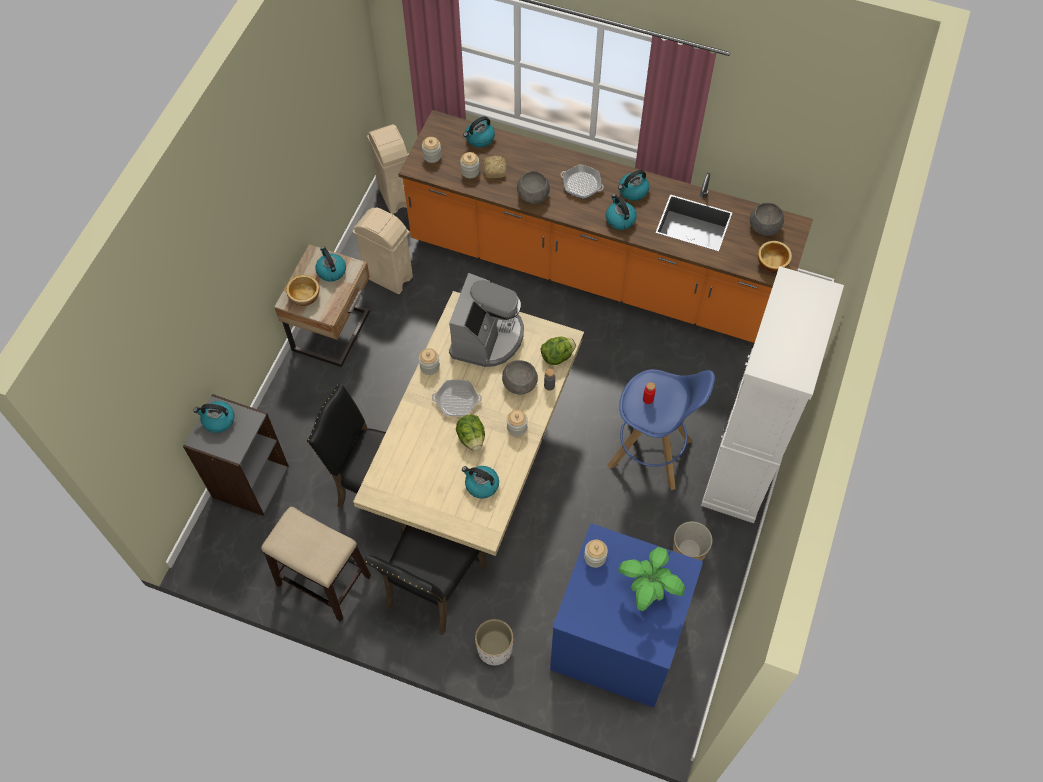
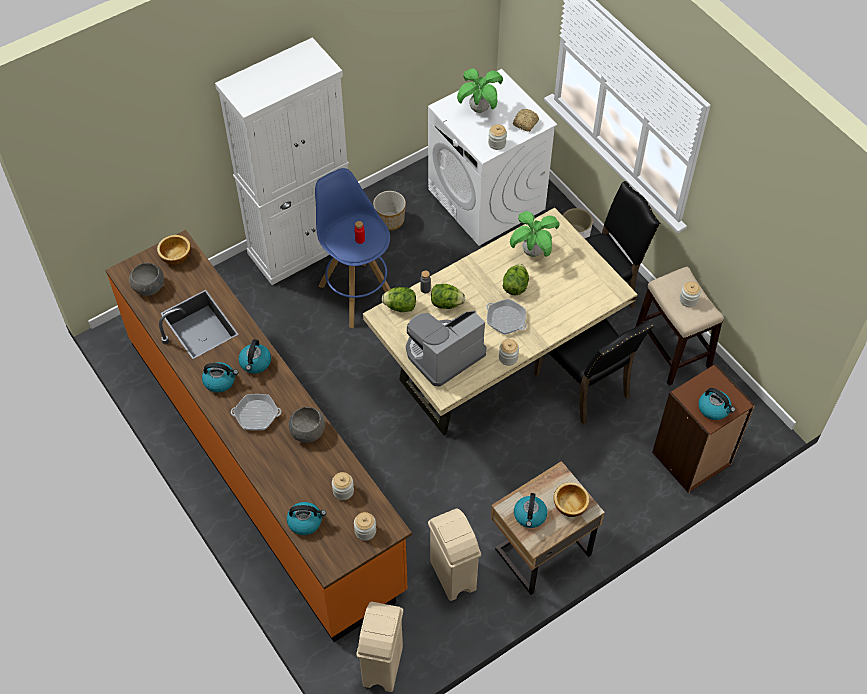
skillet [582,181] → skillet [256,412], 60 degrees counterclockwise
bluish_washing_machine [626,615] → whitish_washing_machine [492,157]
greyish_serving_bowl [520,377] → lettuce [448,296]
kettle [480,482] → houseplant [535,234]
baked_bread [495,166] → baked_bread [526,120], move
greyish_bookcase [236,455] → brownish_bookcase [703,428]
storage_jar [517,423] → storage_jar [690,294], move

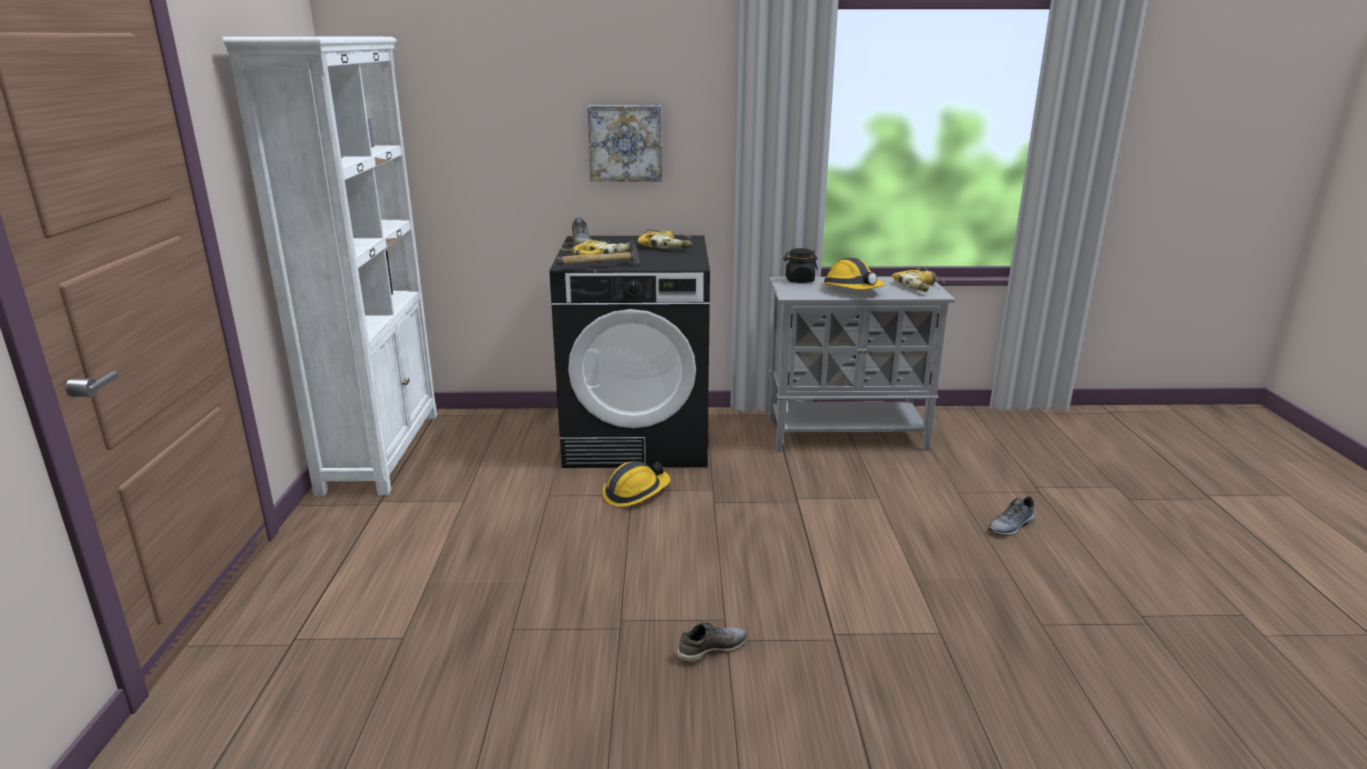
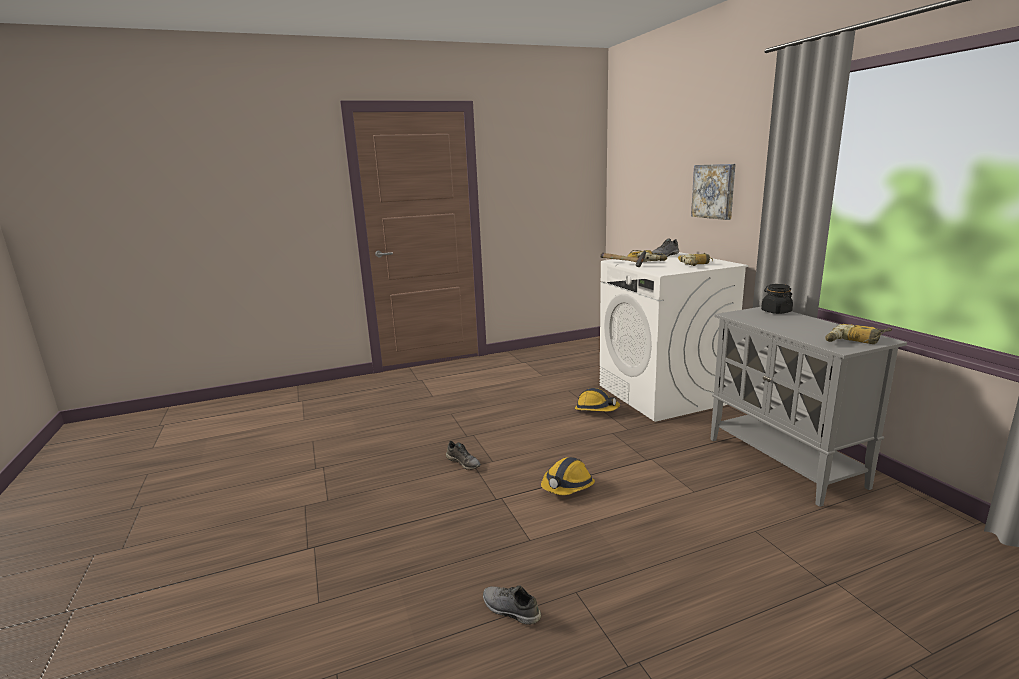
greyish_shoe [1011,516] → greyish_shoe [512,605], move
hard_hat [853,274] → hard_hat [568,476], move
blackish_washing_machine [629,351] → whitish_washing_machine [674,337]
whitish_bookcase [330,266] → -

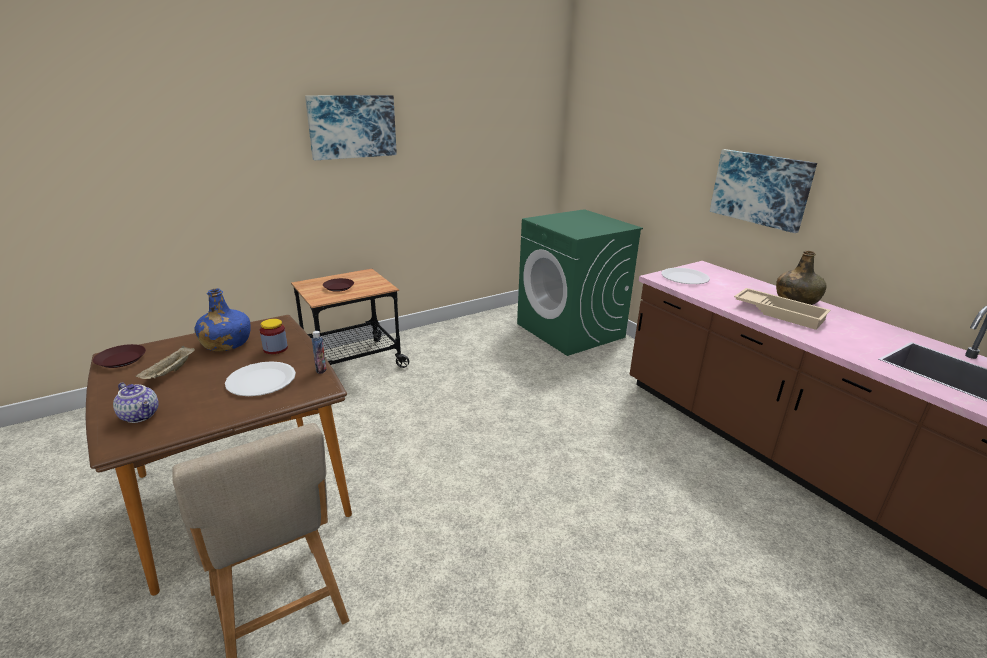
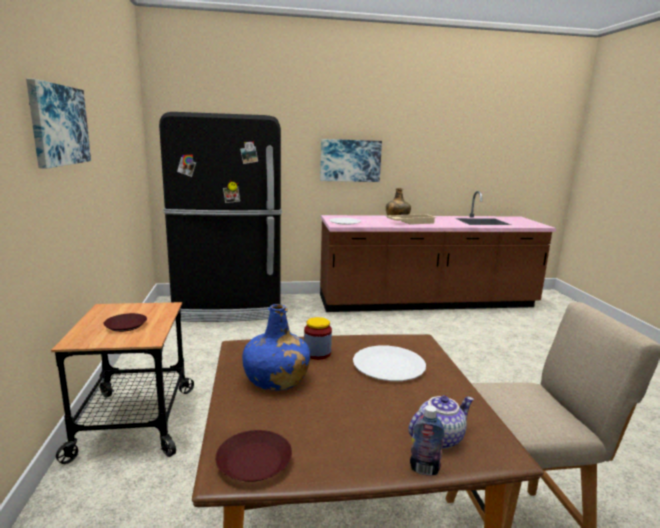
green-coloured_washing_machine [580,282] → blackish_kitchen_fridge [220,217]
beverage_bottle [319,352] → beverage_bottle [427,440], move
beige_serving_tray [165,362] → -

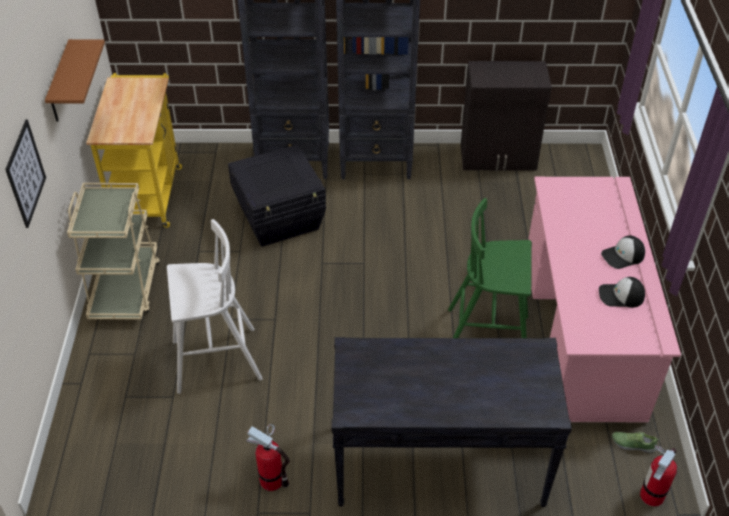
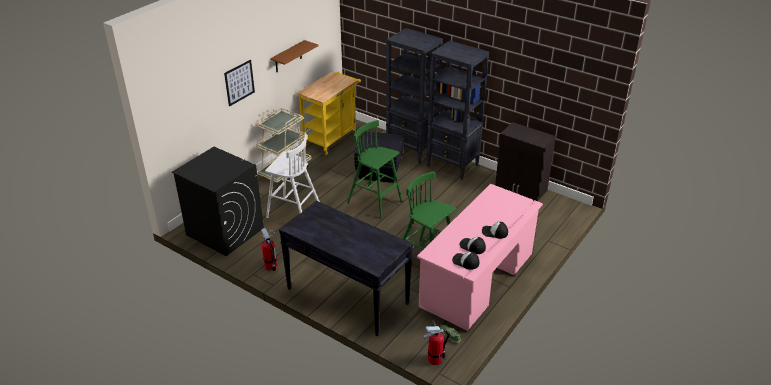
- → blackish_washing_machine [218,201]
- → green-coloured_sitting_stool [375,169]
- → peaked_cap [465,260]

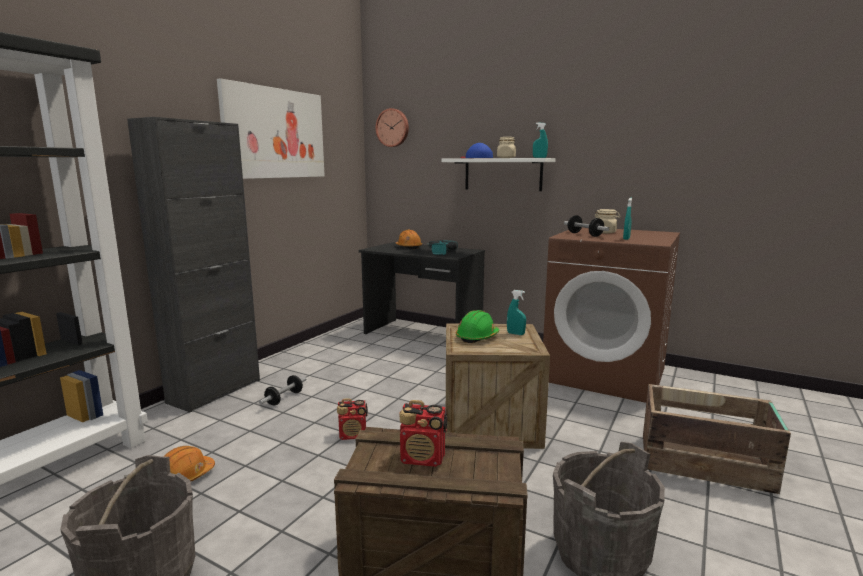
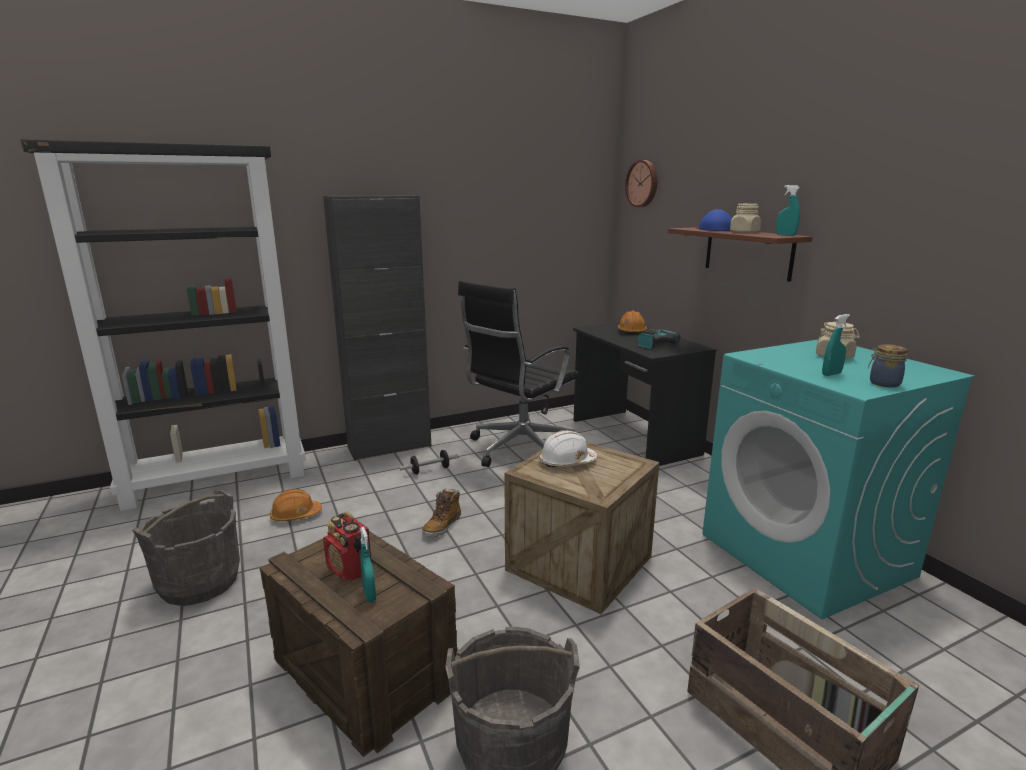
blue-green_spray_bottle [516,312] → blue-green_spray_bottle [368,564], move
radio [352,419] → high-top_boot [441,513]
- → blackish_office_chair [519,373]
green-coloured_hard_hat [477,326] → whitish_hard_hat [568,448]
whitish_bracket_shelf [498,174] → brownish_bracket_shelf [740,254]
brownish_washing_machine [611,315] → blue-green_washing_machine [838,480]
- → storage_jar [888,366]
picture [271,128] → -
free_weight [586,226] → -

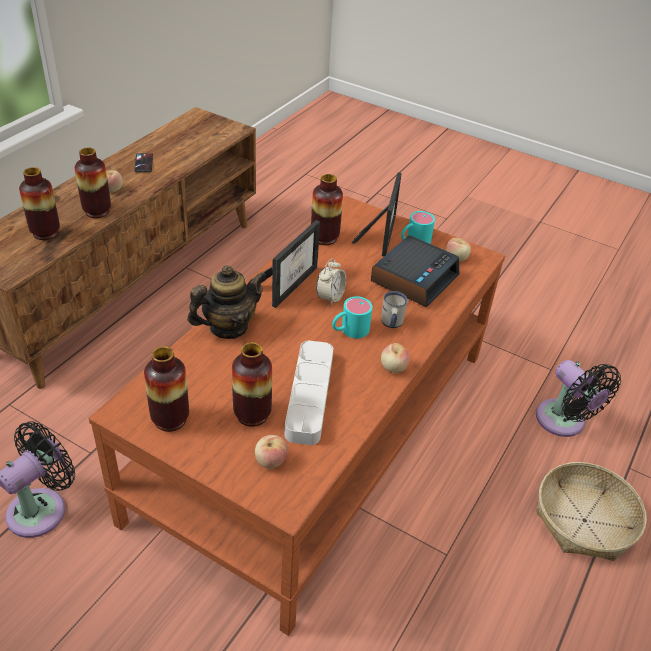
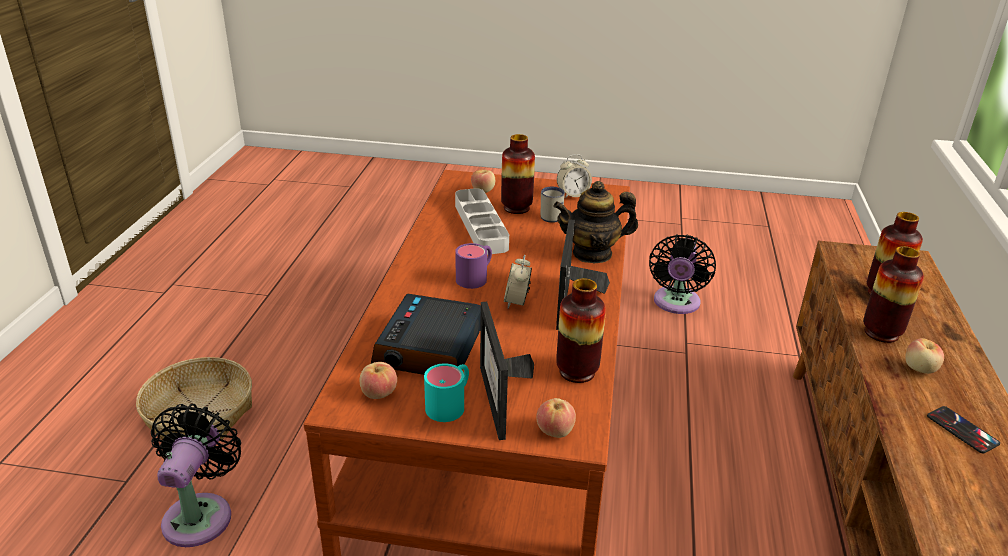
blackish_cooling_fan [578,398] → blackish_cooling_fan [196,475], 60 degrees clockwise
blue-green_tea_mug [352,317] → purplish_tea_mug [473,266]
apple [395,358] → apple [556,418], move
whitish_tea_mug [394,309] → whitish_tea_mug [553,205], move
pot_for_tea [226,302] → pot_for_tea [595,222], 45 degrees clockwise
decorative_vase [166,389] → alarm_clock [574,176]

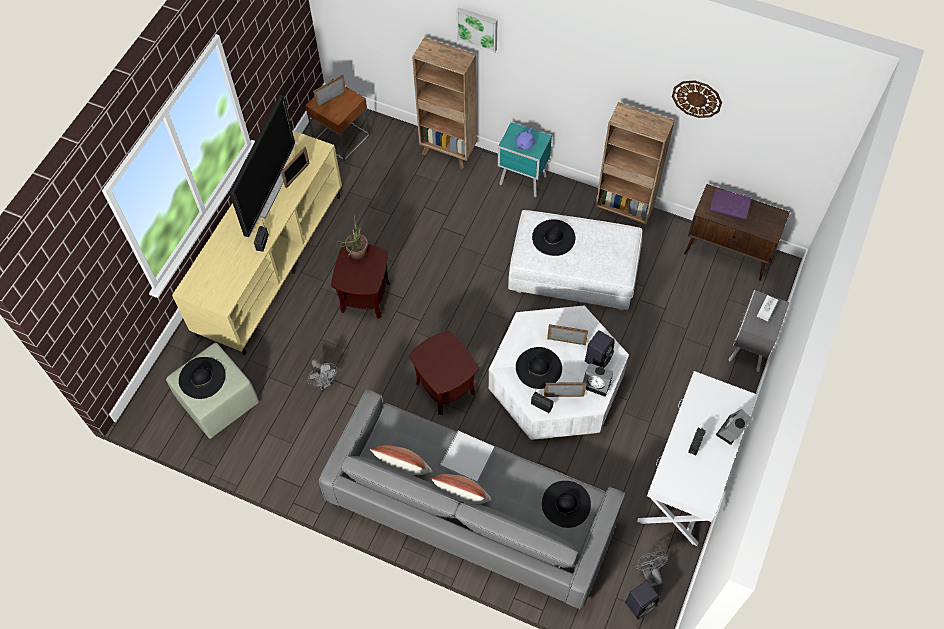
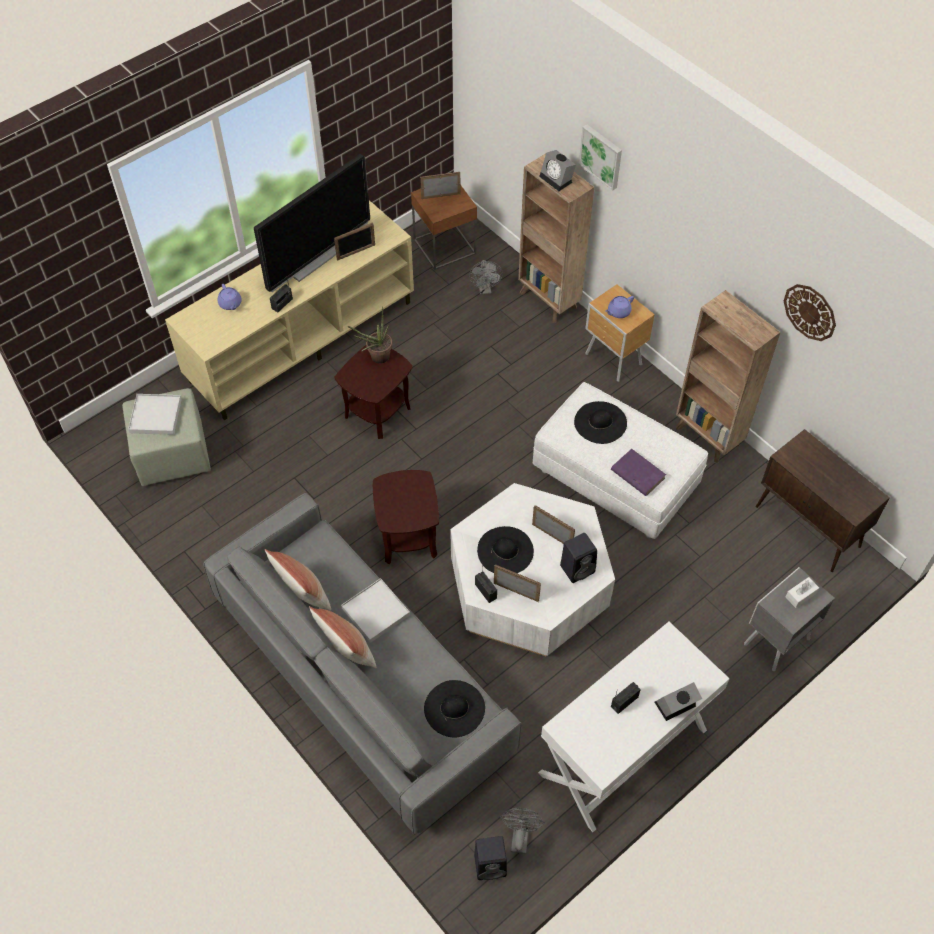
blackish_wearable_hat [202,378] → whitish_serving_tray [155,414]
- → purplish_pot_for_tea [229,297]
greyish_cooling_fan [322,374] → greyish_cooling_fan [486,277], move
alarm_clock [598,380] → alarm_clock [557,170], move
blue-green_nightstand [525,159] → brownish_nightstand [620,333]
purplish_bound_book [730,204] → purplish_bound_book [638,472], move

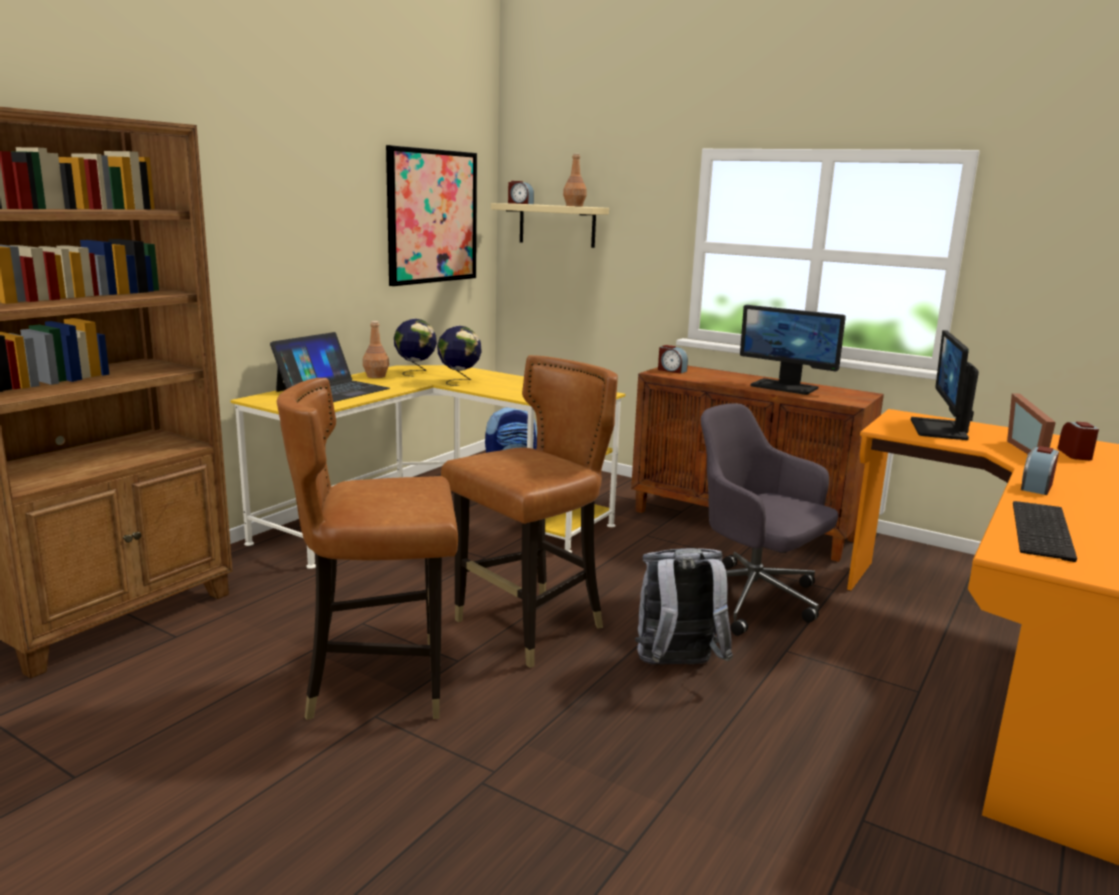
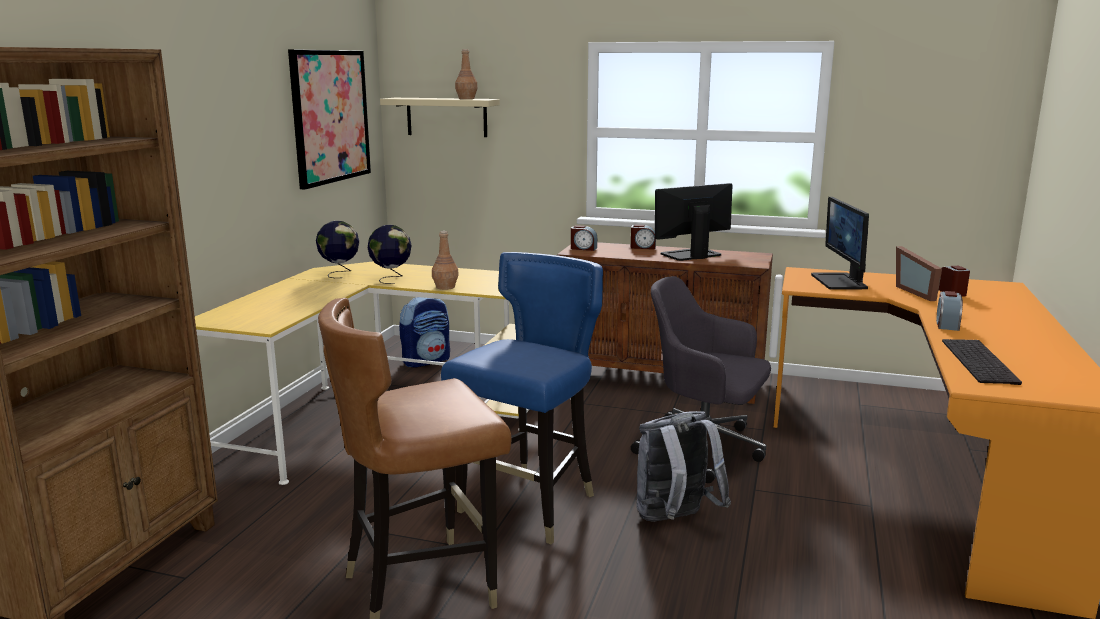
brownish_beverage_bottle [376,349] → brownish_beverage_bottle [445,260], move
brownish_chair [529,511] → bluish_chair [522,398]
alarm_clock [521,192] → alarm_clock [643,237], move
monitor [793,350] → monitor [693,222], 135 degrees clockwise
portable_computer [330,367] → -

